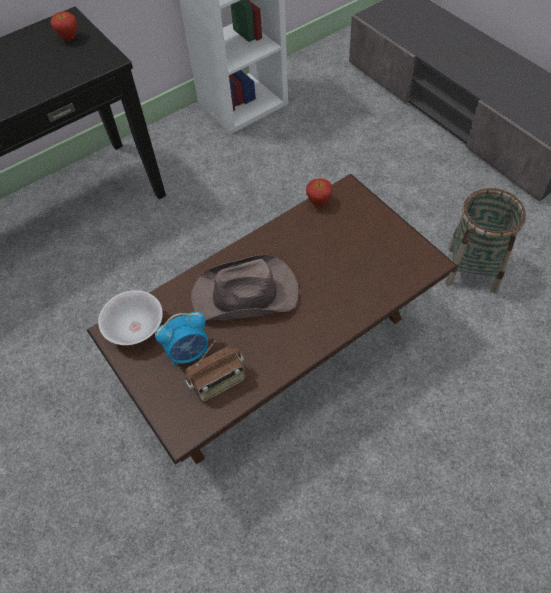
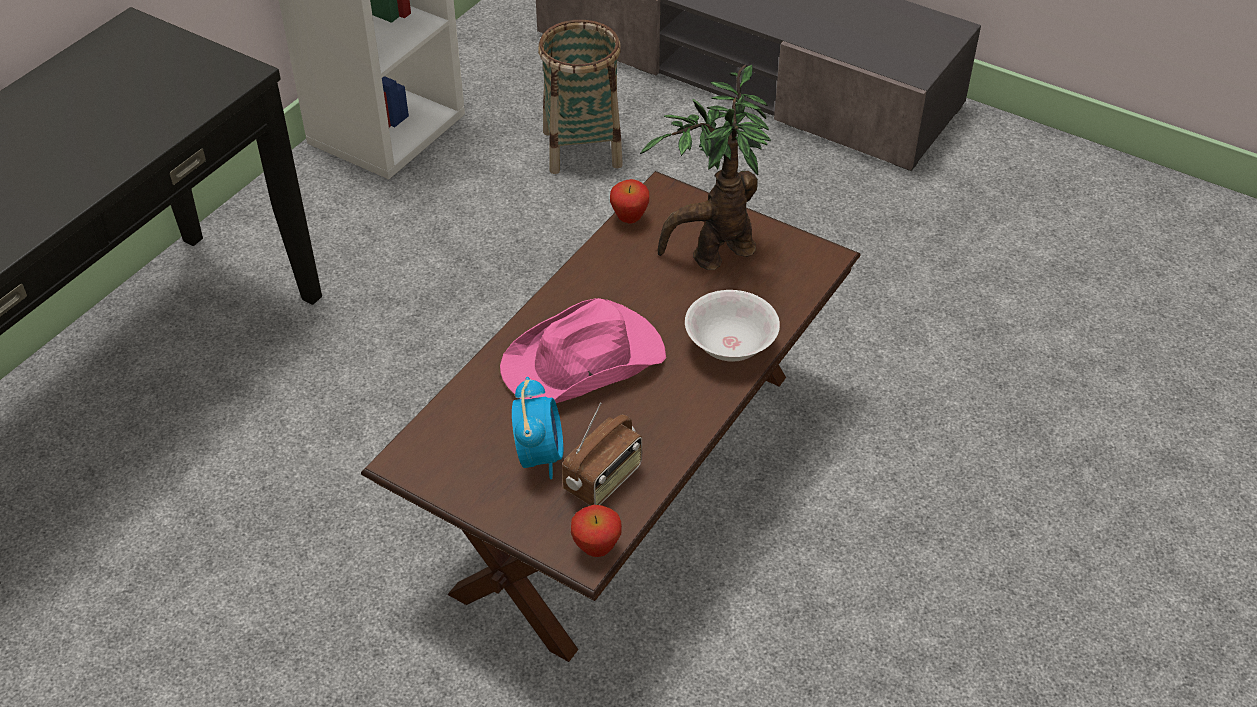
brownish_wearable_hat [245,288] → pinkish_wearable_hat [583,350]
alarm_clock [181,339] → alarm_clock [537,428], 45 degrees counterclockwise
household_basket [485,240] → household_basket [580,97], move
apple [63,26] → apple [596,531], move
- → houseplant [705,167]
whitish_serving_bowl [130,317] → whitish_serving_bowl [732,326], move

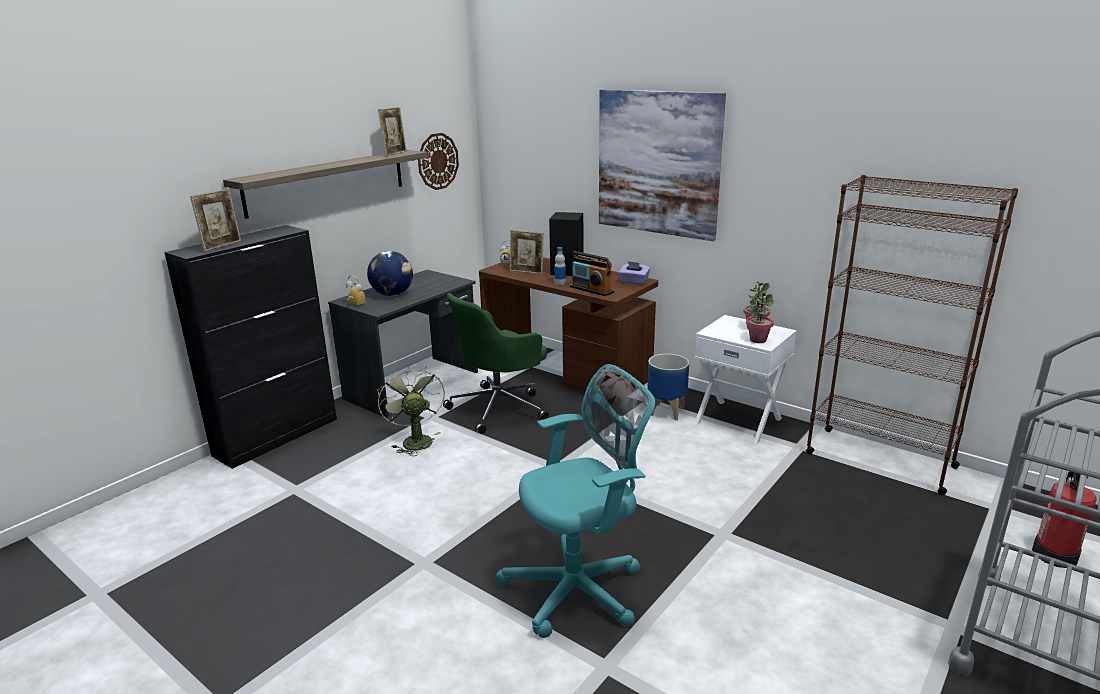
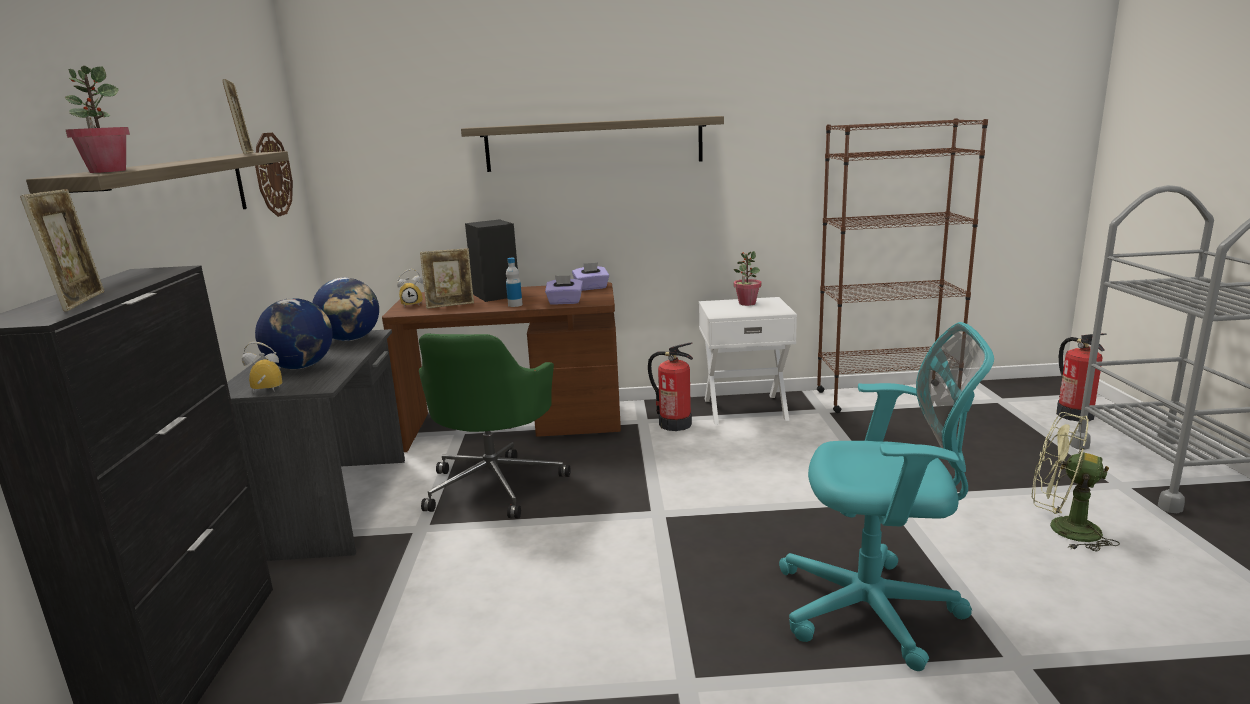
houseplant [760,317] → houseplant [97,119], move
- → globe [345,309]
picture [662,165] → bracket_shelf [592,144]
radio [592,273] → purplish_tissue_box [564,290]
flower_pot [668,387] → fire-fighting_cylinder [670,387]
blue-green_office_chair [575,501] → blue-green_office_chair [886,496], 75 degrees clockwise
green-coloured_cooling_fan [411,410] → green-coloured_cooling_fan [1076,482], move

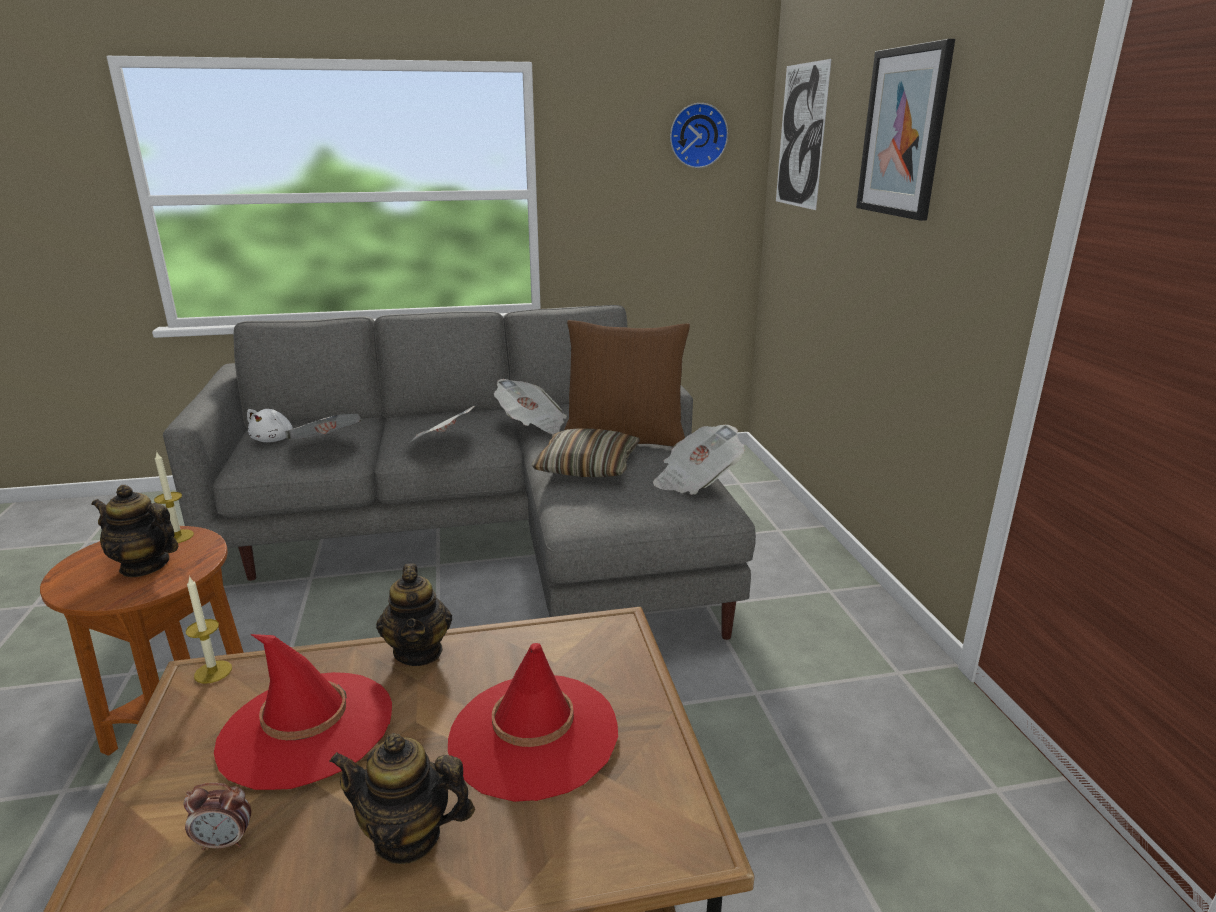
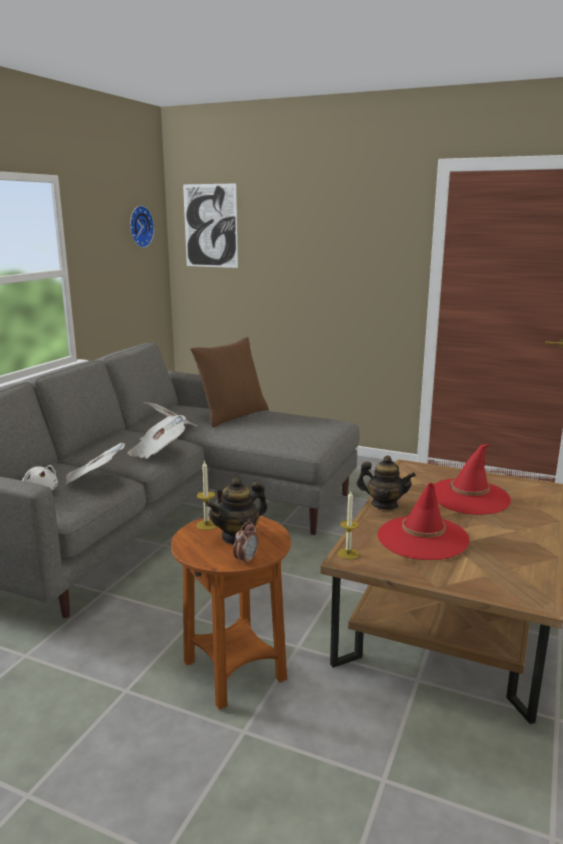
alarm_clock [217,816] → alarm_clock [245,543], move
pot_for_tea [402,798] → -
cushion [585,452] → -
printed_paper [698,460] → -
picture [905,130] → -

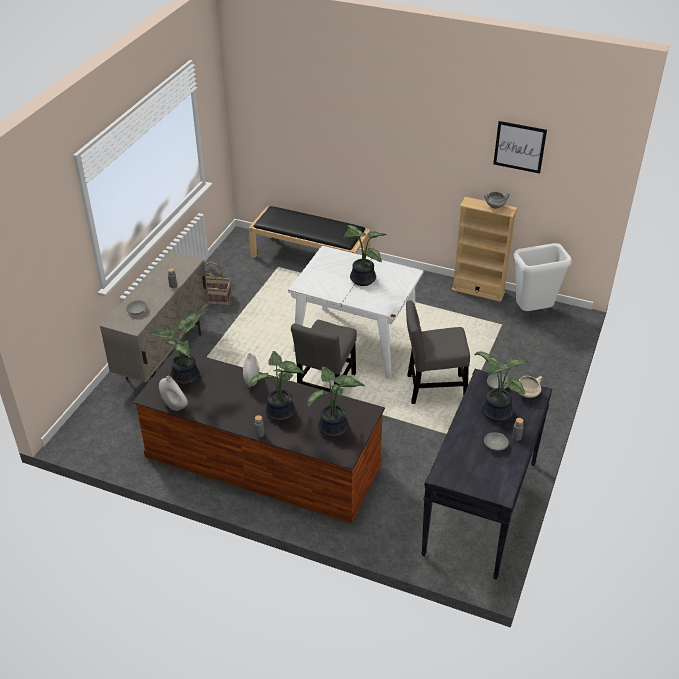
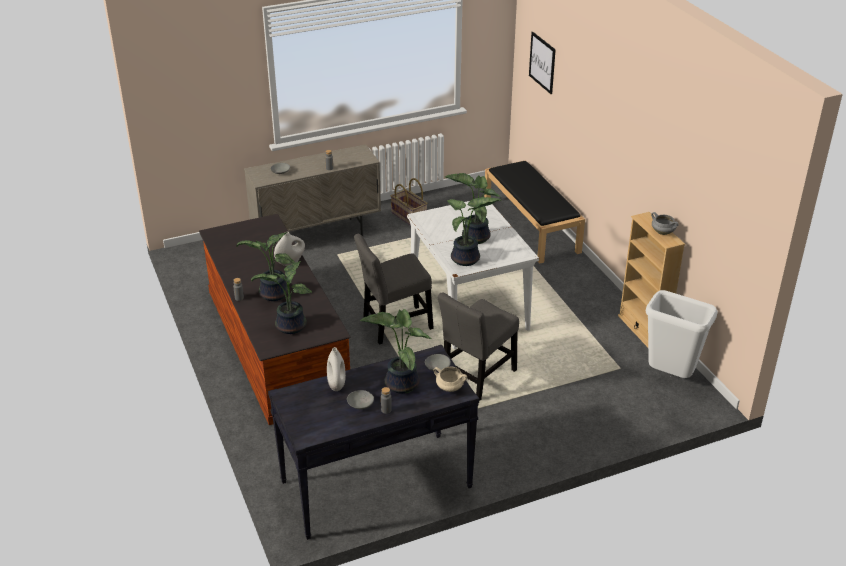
whitish_decorative_vase [173,393] → whitish_decorative_vase [336,369], move
greyish_chair [438,352] → greyish_chair [478,347], 90 degrees counterclockwise
houseplant [180,347] → houseplant [474,231], move
picture [520,147] → picture [542,63], move

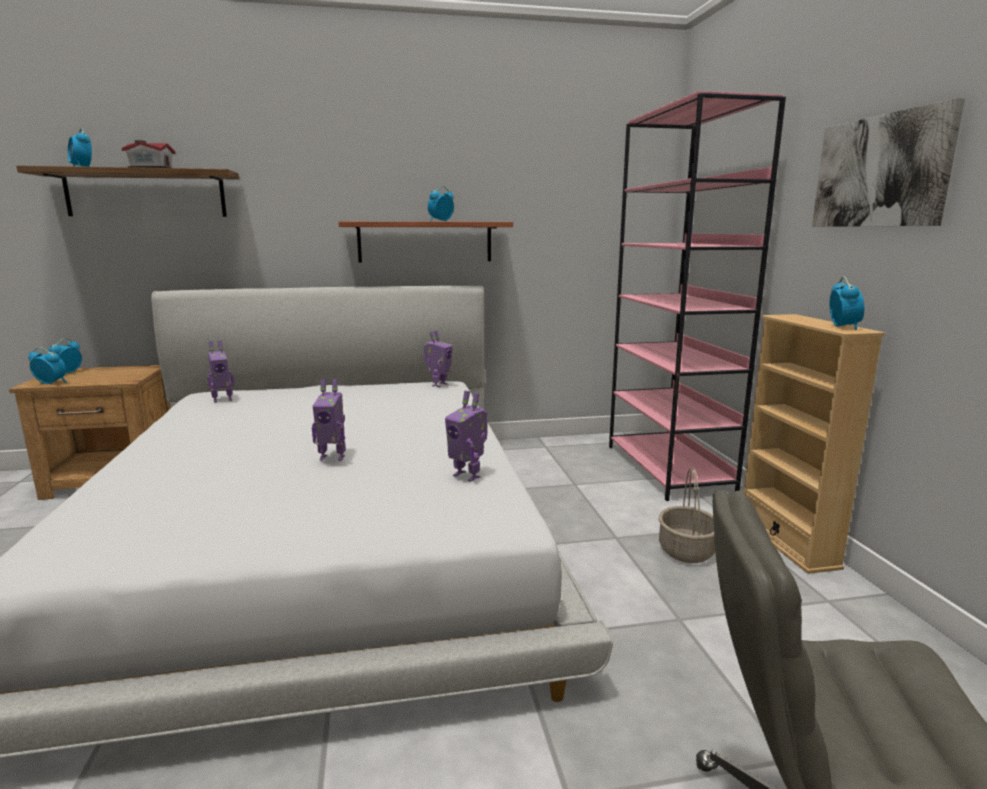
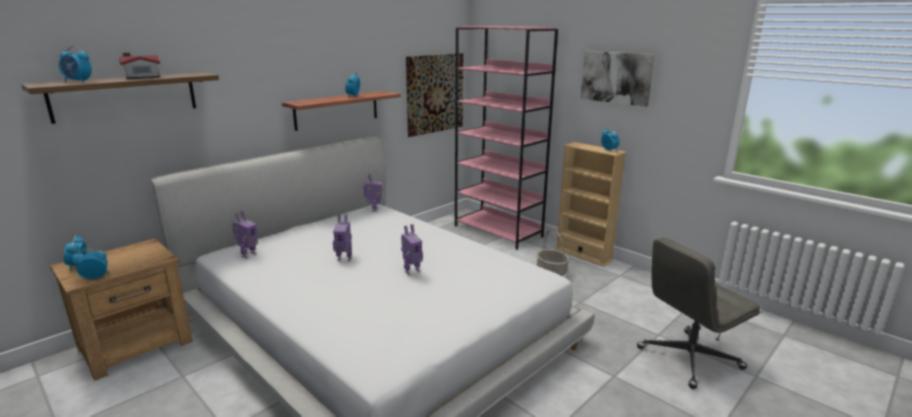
robot_figure [466,436] → robot_figure [342,237], move
- → picture [434,95]

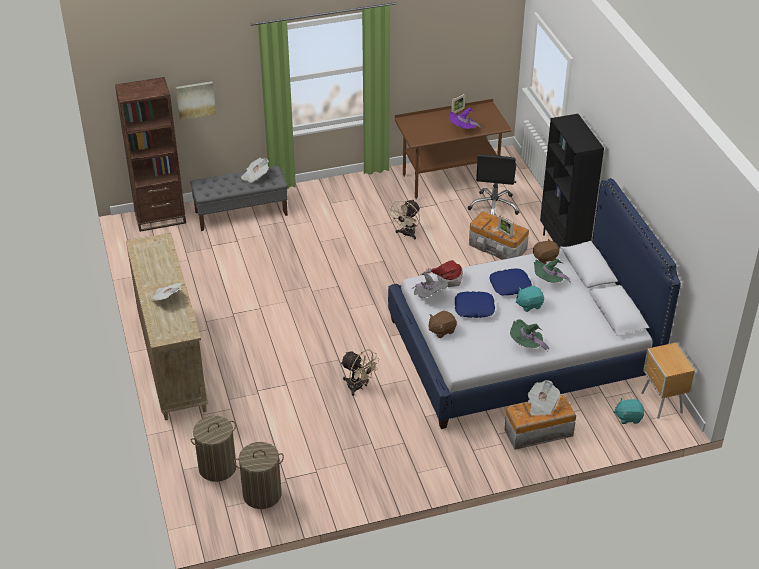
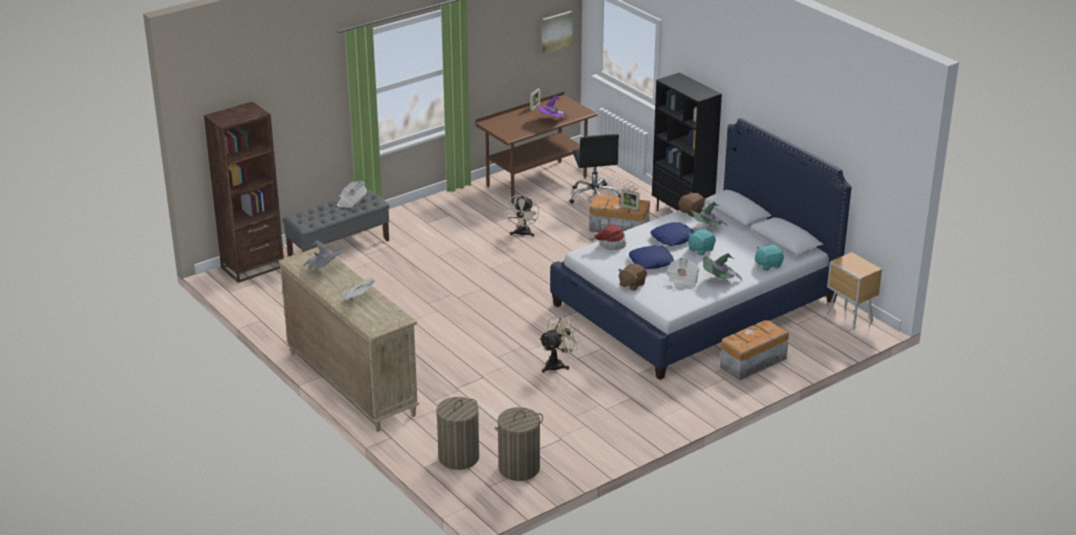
greyish_wearable_hat [430,285] → greyish_wearable_hat [324,254], move
beige_cooling_fan [359,372] → beige_cooling_fan [560,343], 60 degrees counterclockwise
picture [196,100] → picture [557,32], move
printed_paper [544,398] → printed_paper [683,274], move
blue-green_plush_toy [629,411] → blue-green_plush_toy [769,258], move

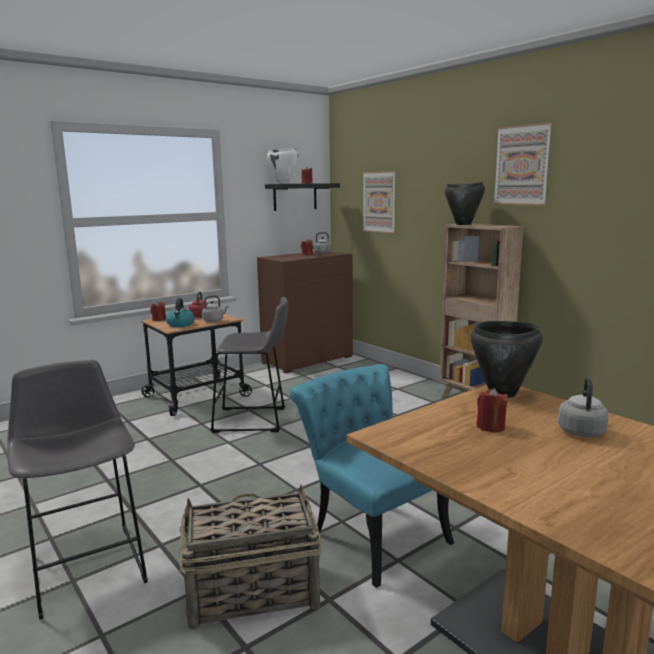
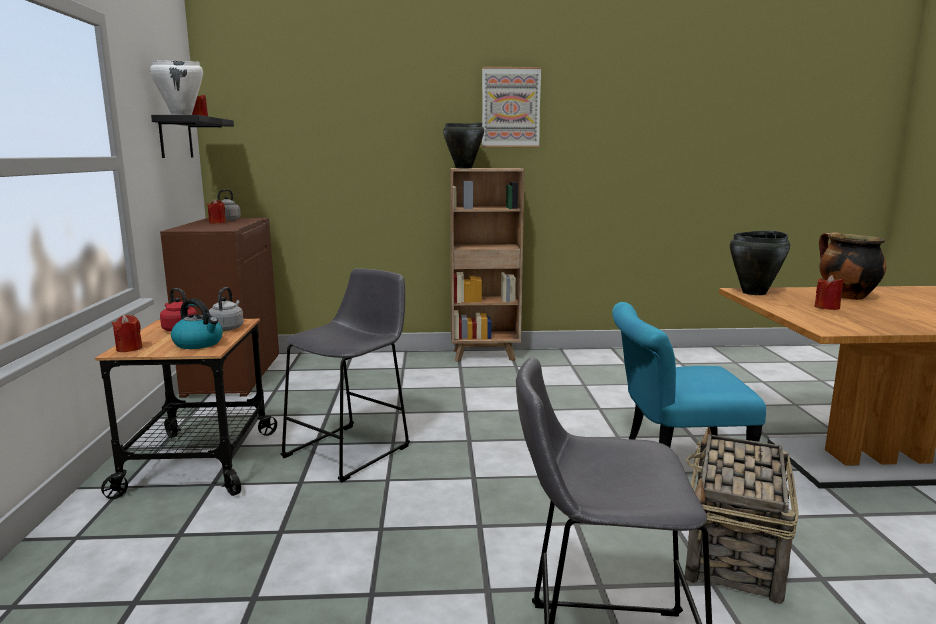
greyish_kettle [583,407] → stockpot [852,266]
picture [379,202] → -

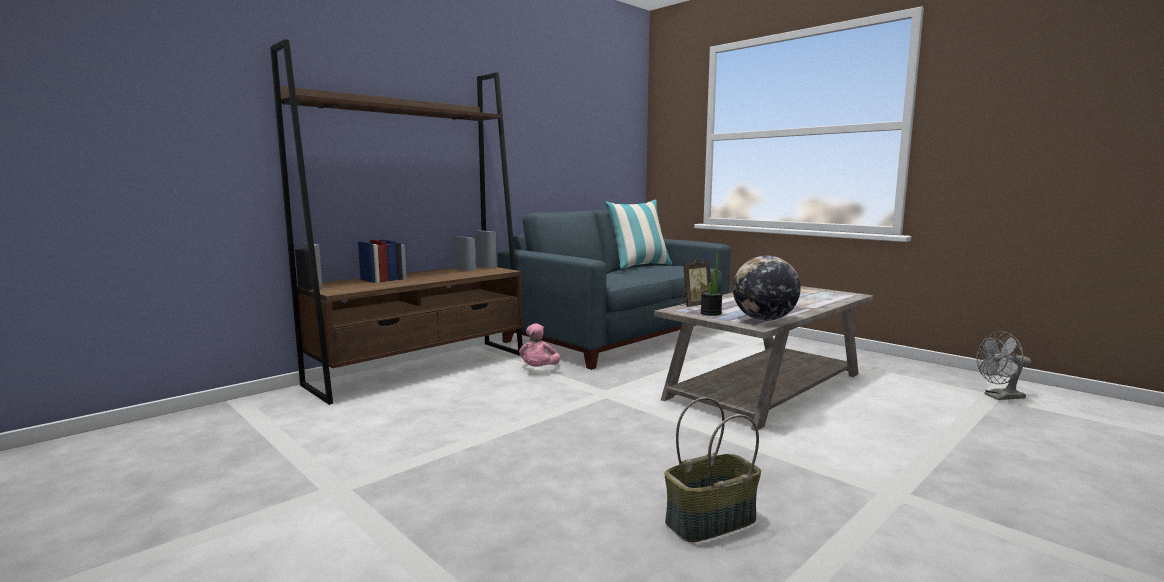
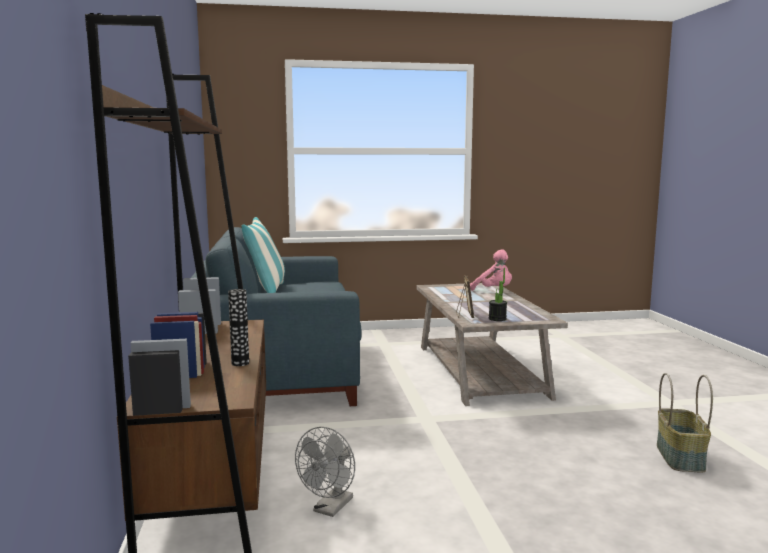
- → decorative_vase [238,327]
greyish_cooling_fan [1004,365] → greyish_cooling_fan [325,472], move
pinkish_plush_toy [539,345] → pinkish_plush_toy [491,270], move
globe [767,288] → -

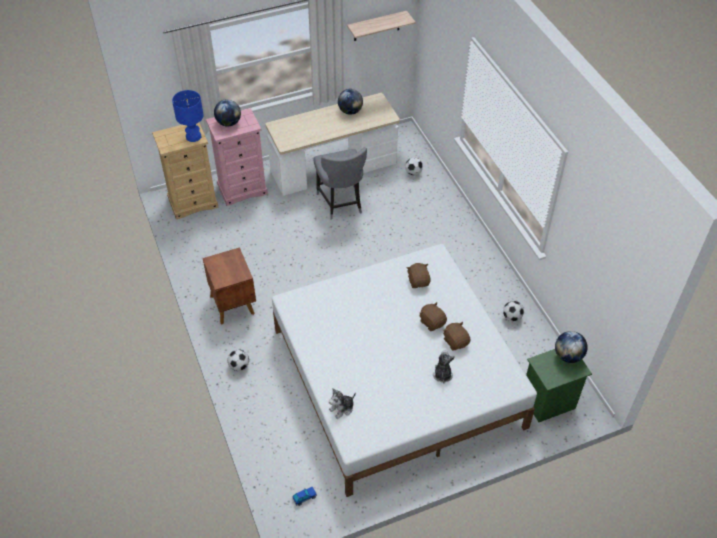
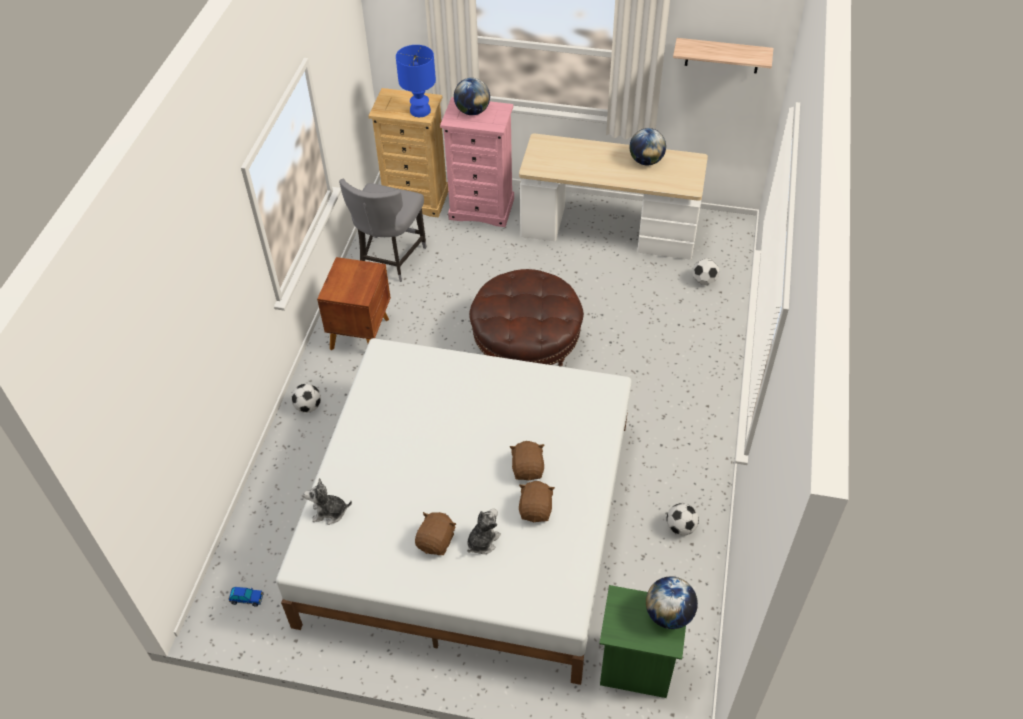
greyish_chair [340,183] → greyish_chair [383,230], move
brownish_plush_toy [419,275] → brownish_plush_toy [435,533], move
- → brownish_pouffe [526,318]

